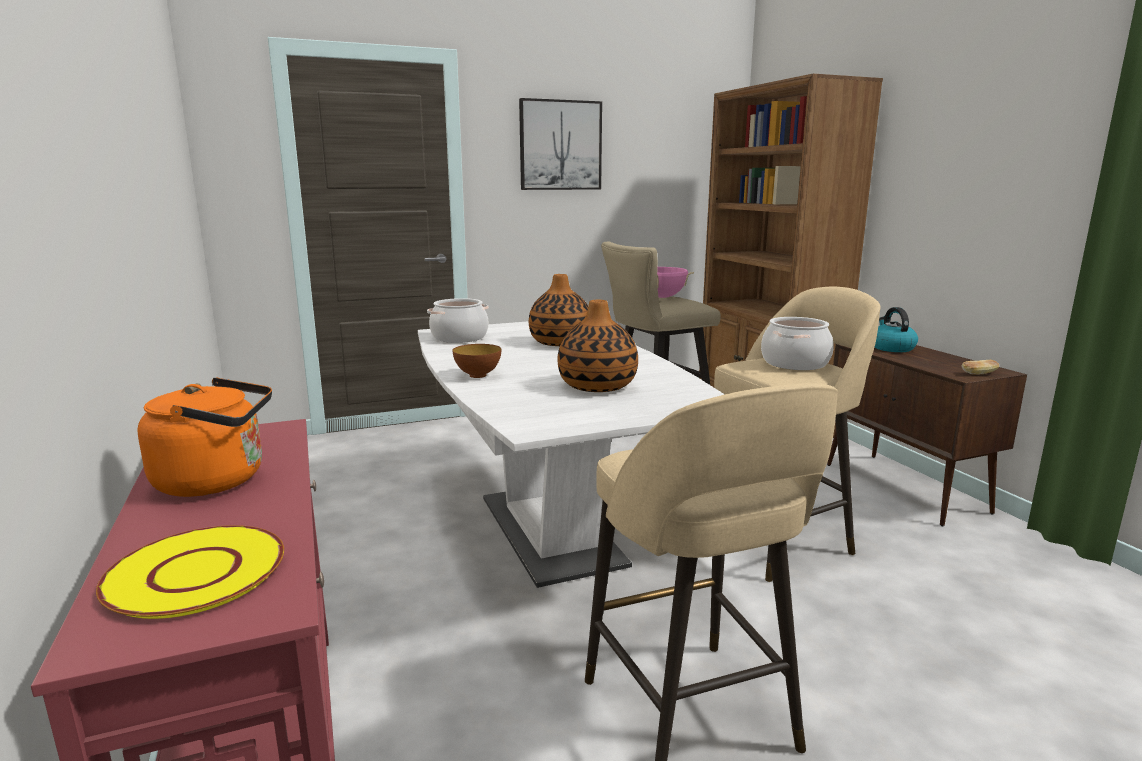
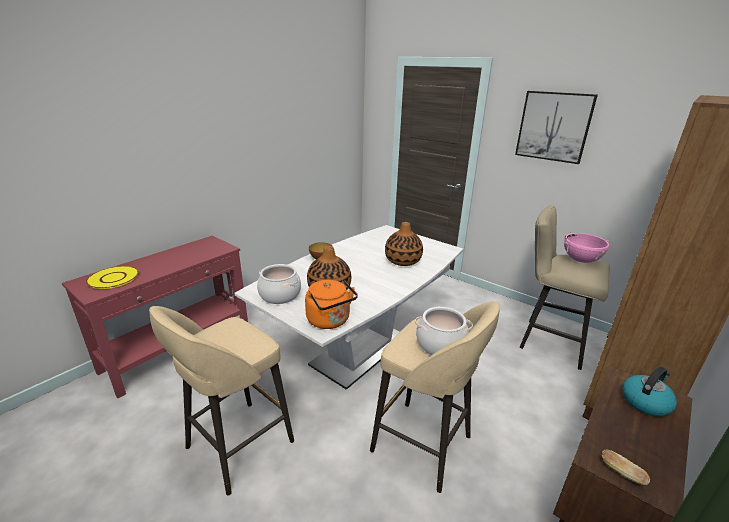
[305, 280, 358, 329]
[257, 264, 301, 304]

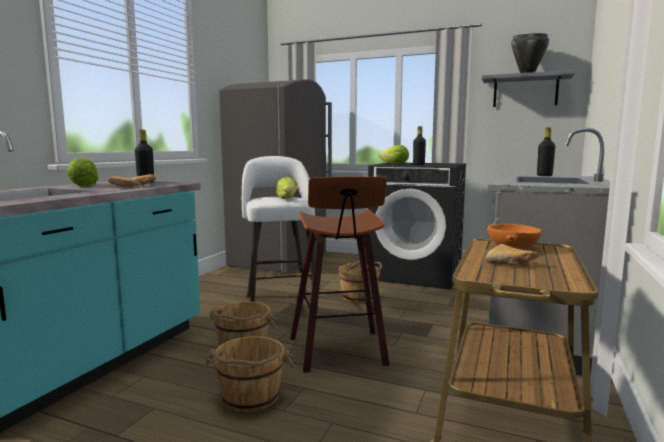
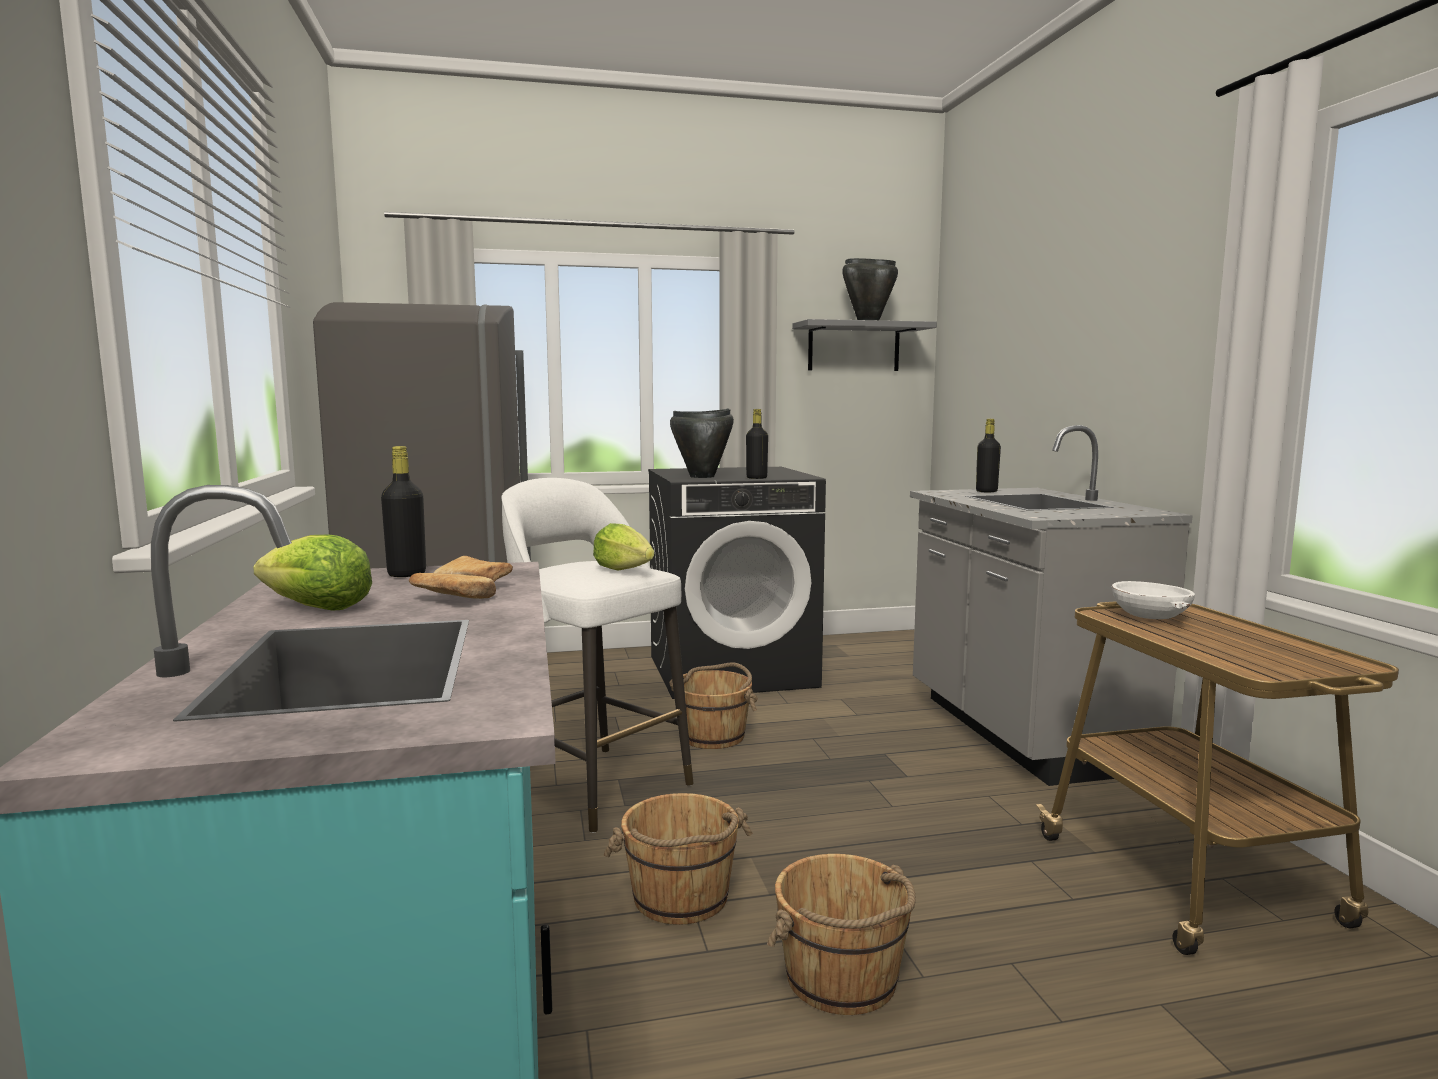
[290, 176, 390, 373] (first image)
[486, 244, 539, 266] (first image)
[670, 409, 734, 478]
[1112, 581, 1195, 619]

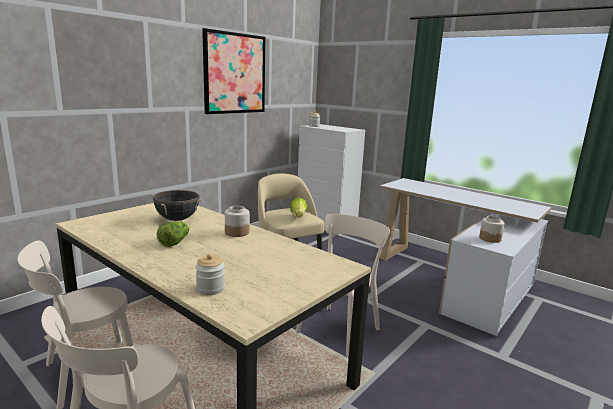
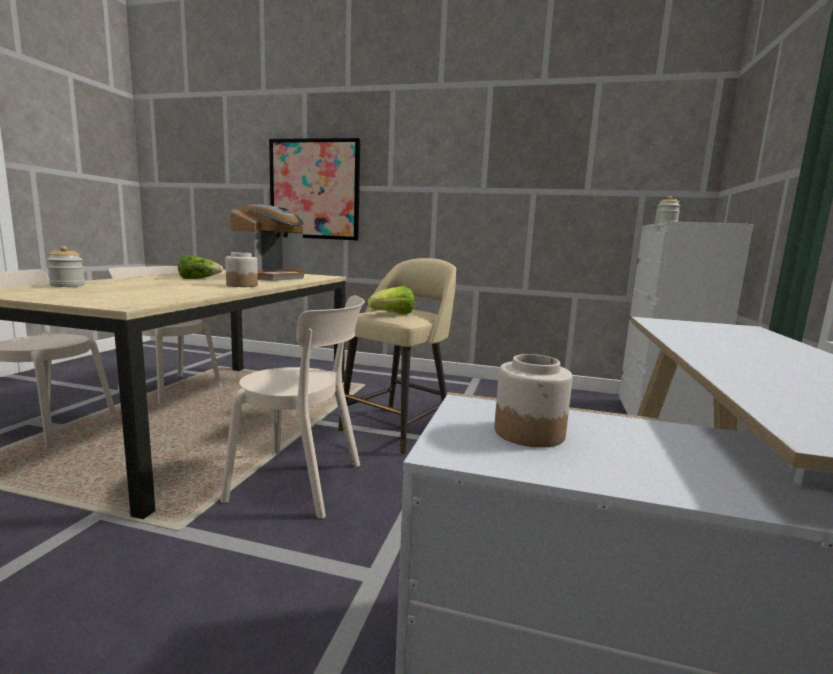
[269, 138, 360, 240]
[230, 204, 304, 281]

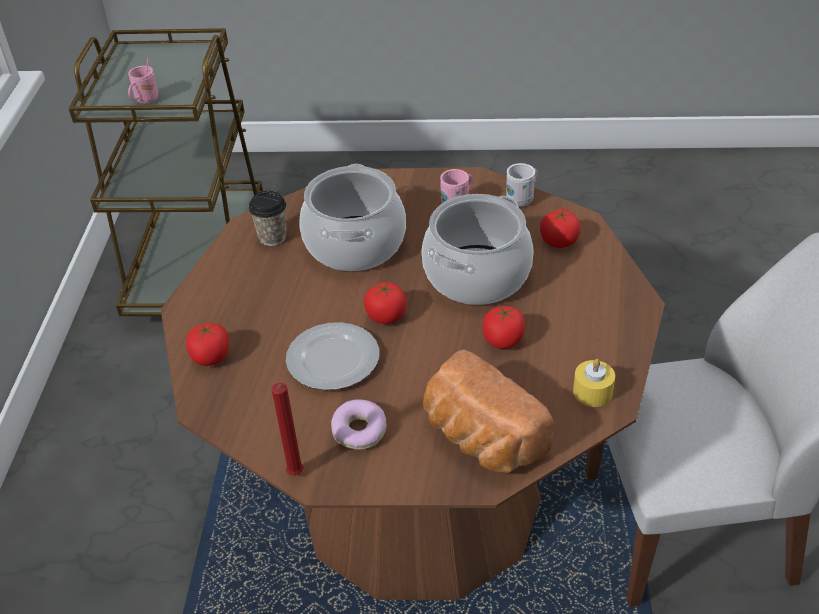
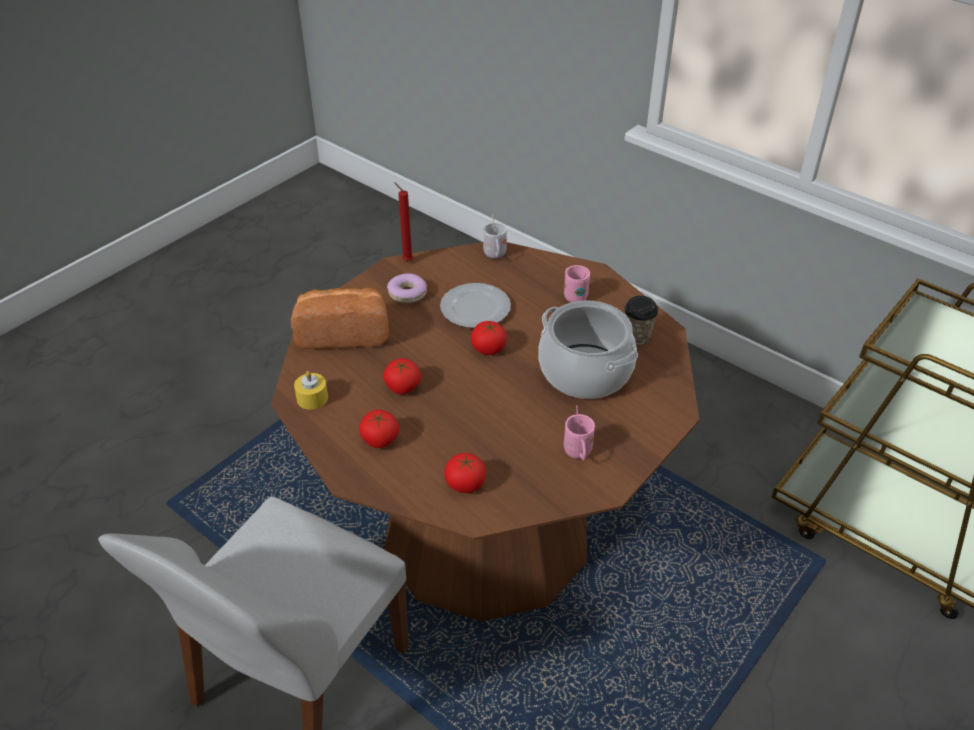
[422, 194, 534, 305] (first image)
[564, 265, 590, 302]
[359, 410, 399, 448]
[483, 214, 507, 258]

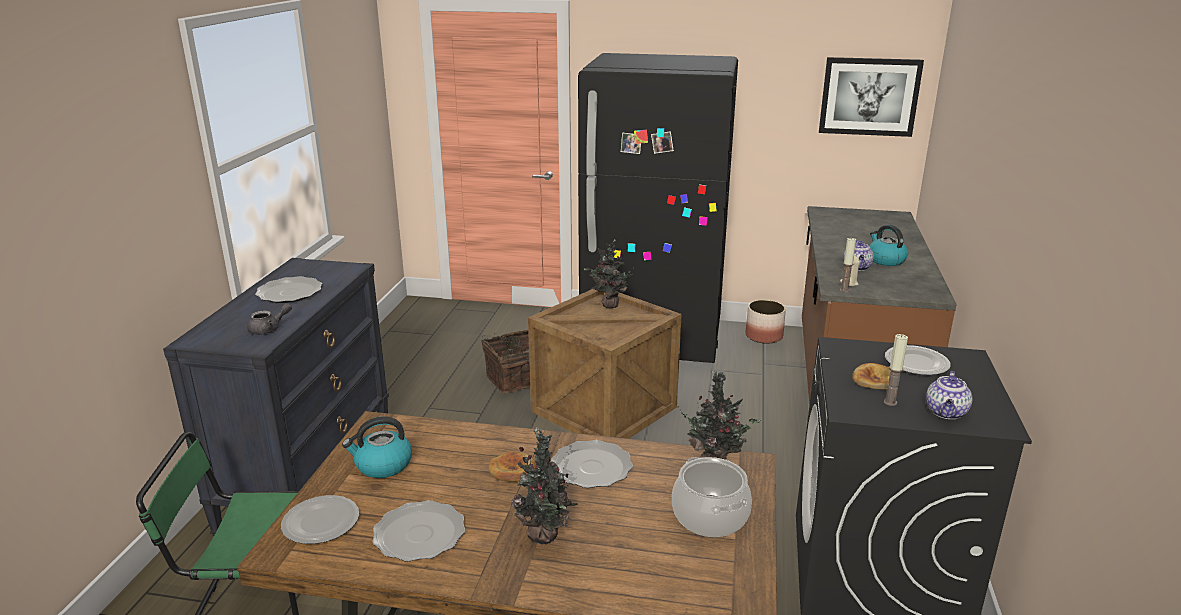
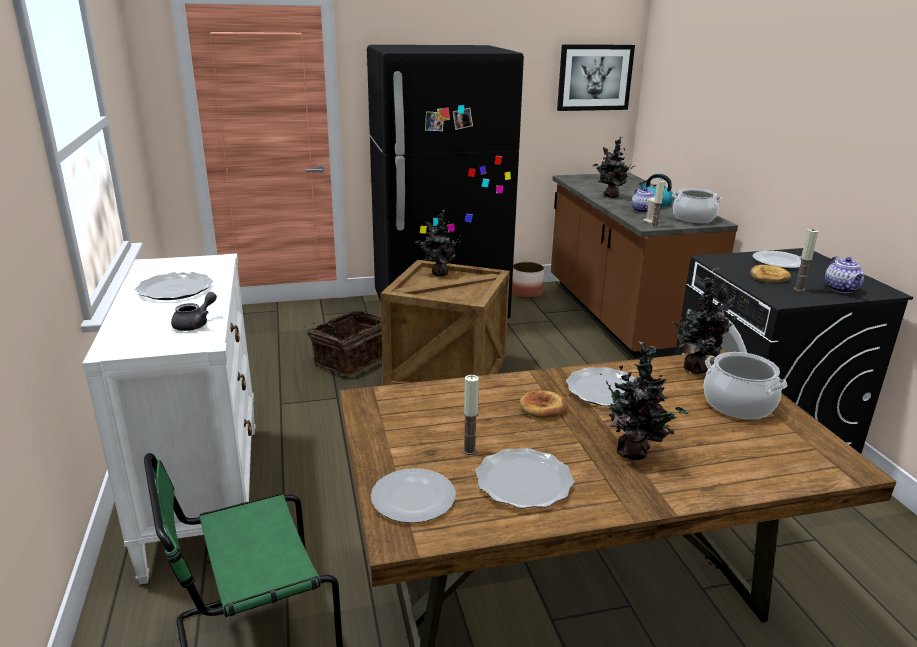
[342, 416, 412, 478] (first image)
[463, 375, 479, 455]
[593, 137, 636, 198]
[672, 189, 722, 223]
[82, 253, 255, 584]

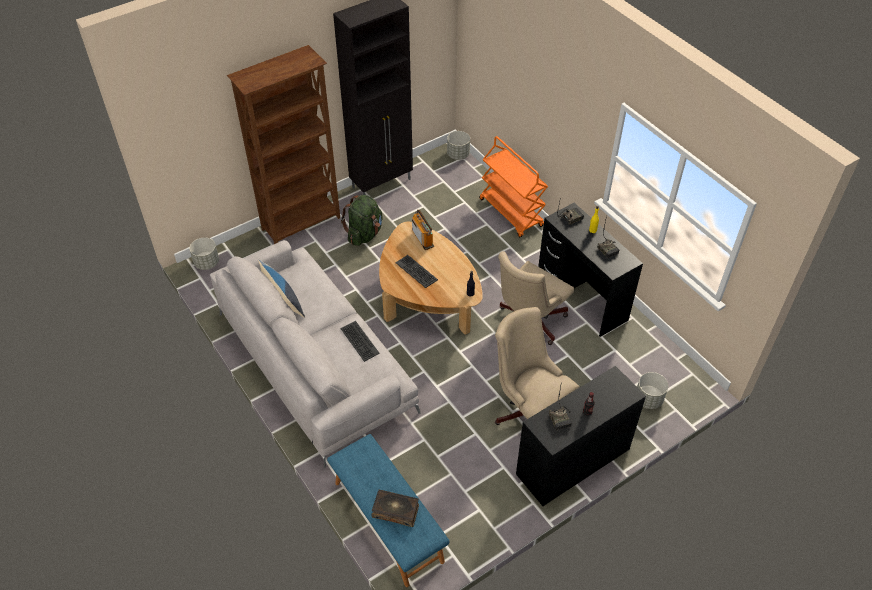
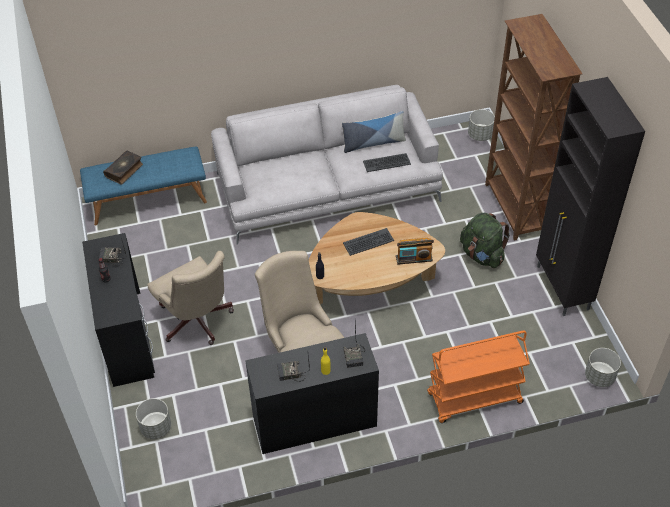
[363, 153, 411, 172]
[147, 251, 234, 345]

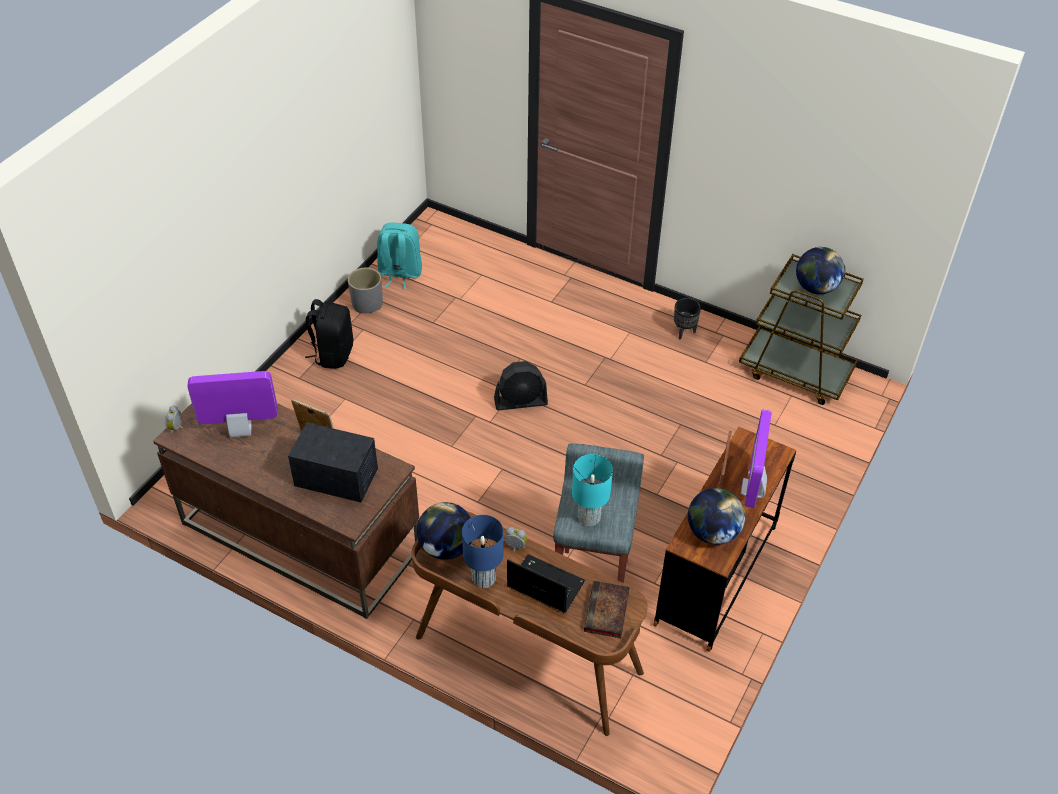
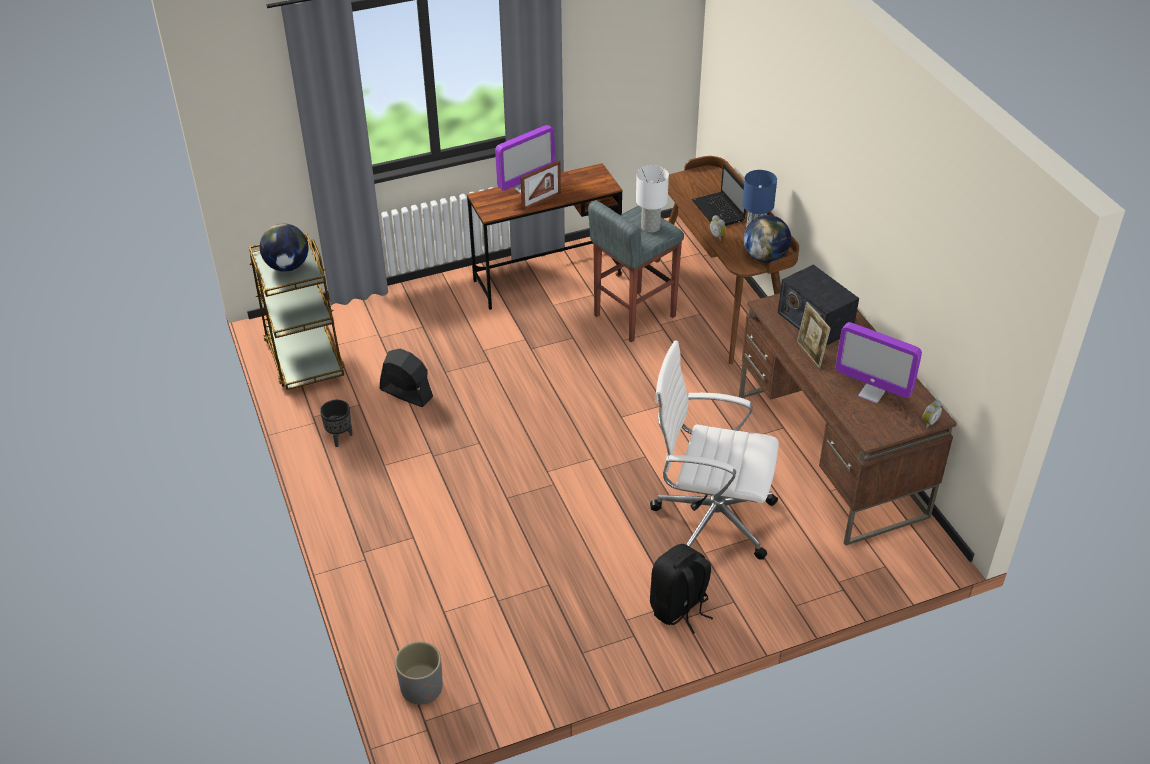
[377, 223, 422, 289] (first image)
[584, 581, 630, 638] (first image)
[688, 488, 745, 545] (first image)
[650, 341, 779, 560]
[395, 641, 443, 705]
[380, 348, 433, 407]
[636, 165, 669, 233]

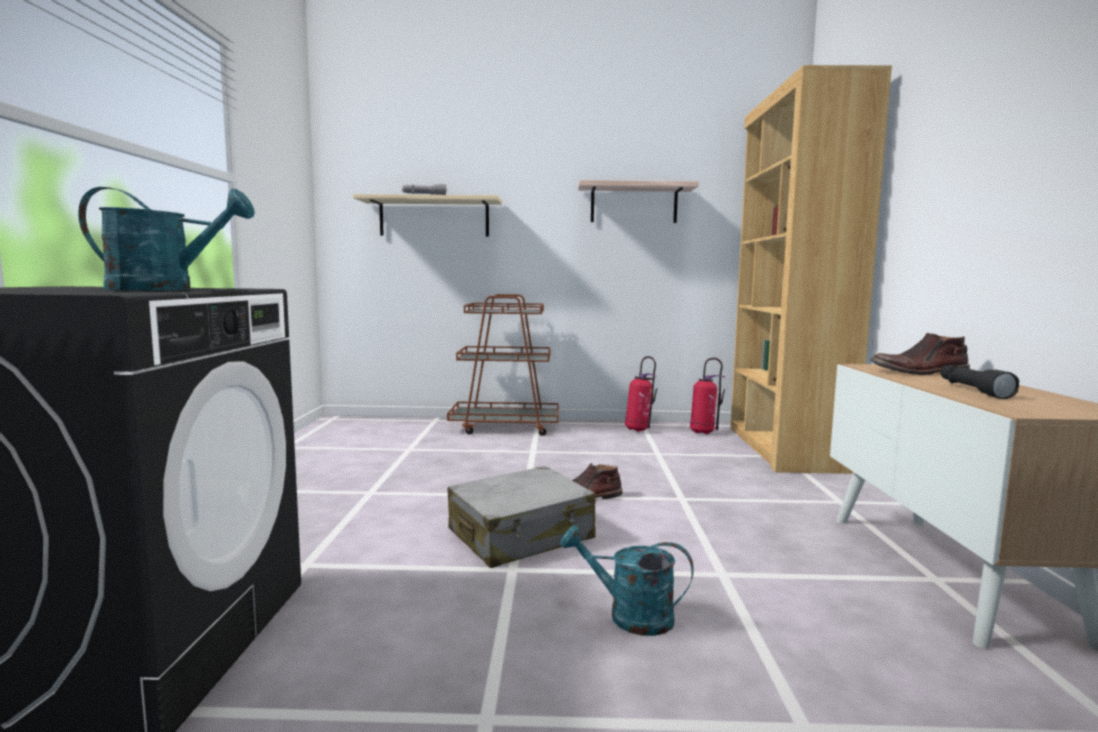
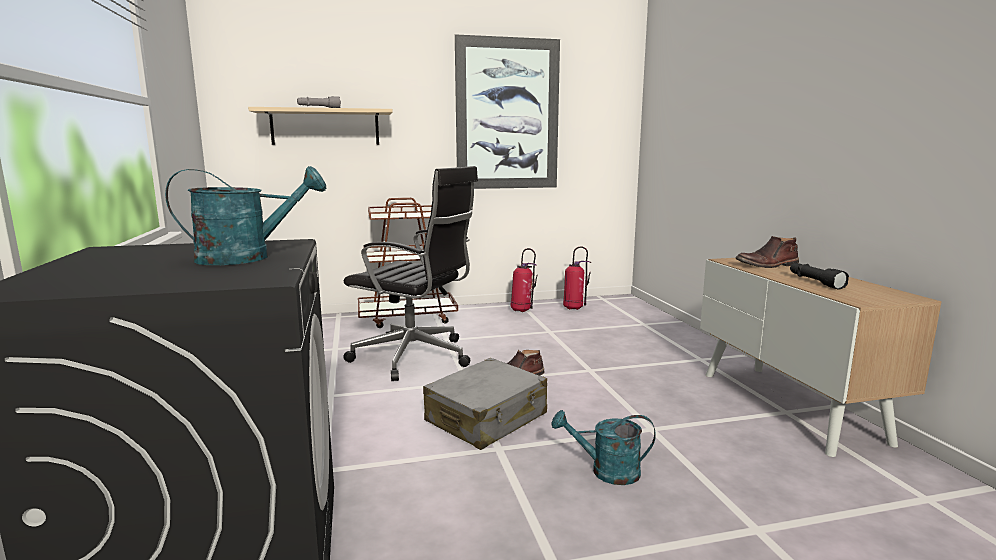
[730, 65, 892, 474] (first image)
[343, 166, 478, 381]
[455, 34, 560, 189]

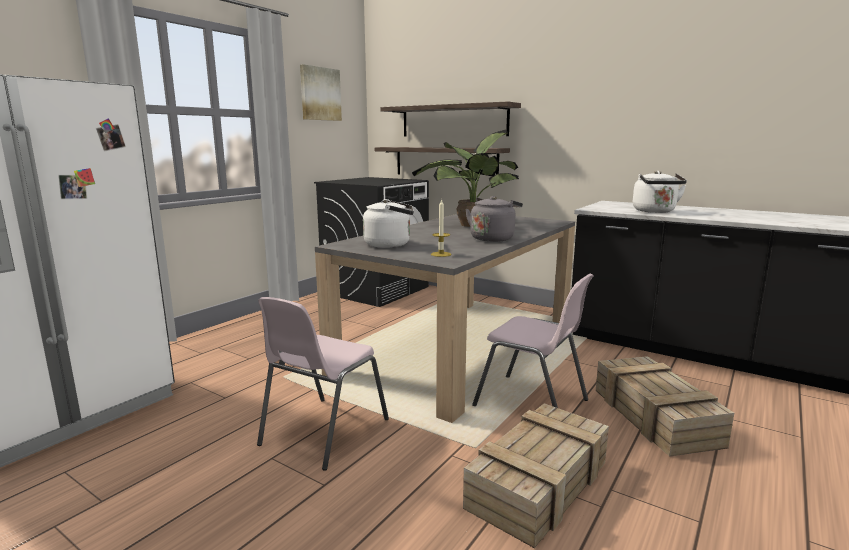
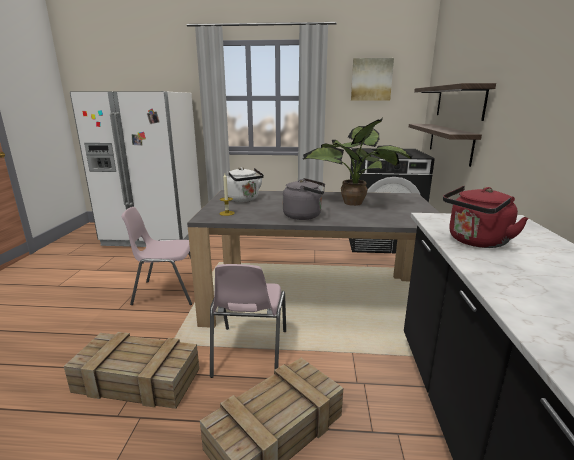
[443, 186, 529, 248]

